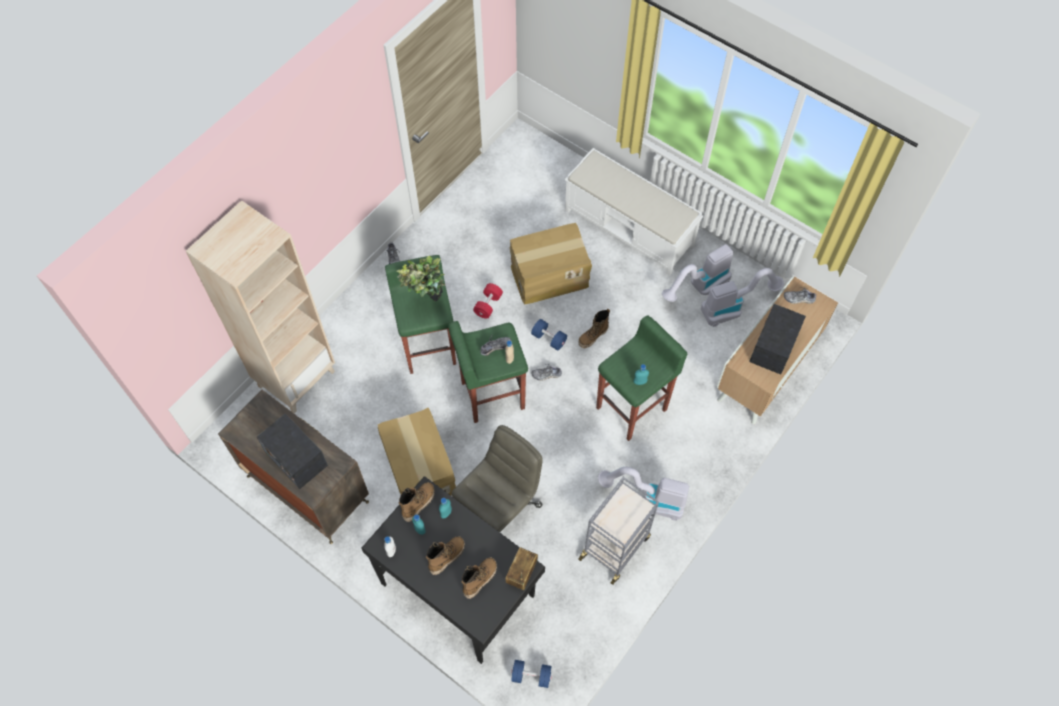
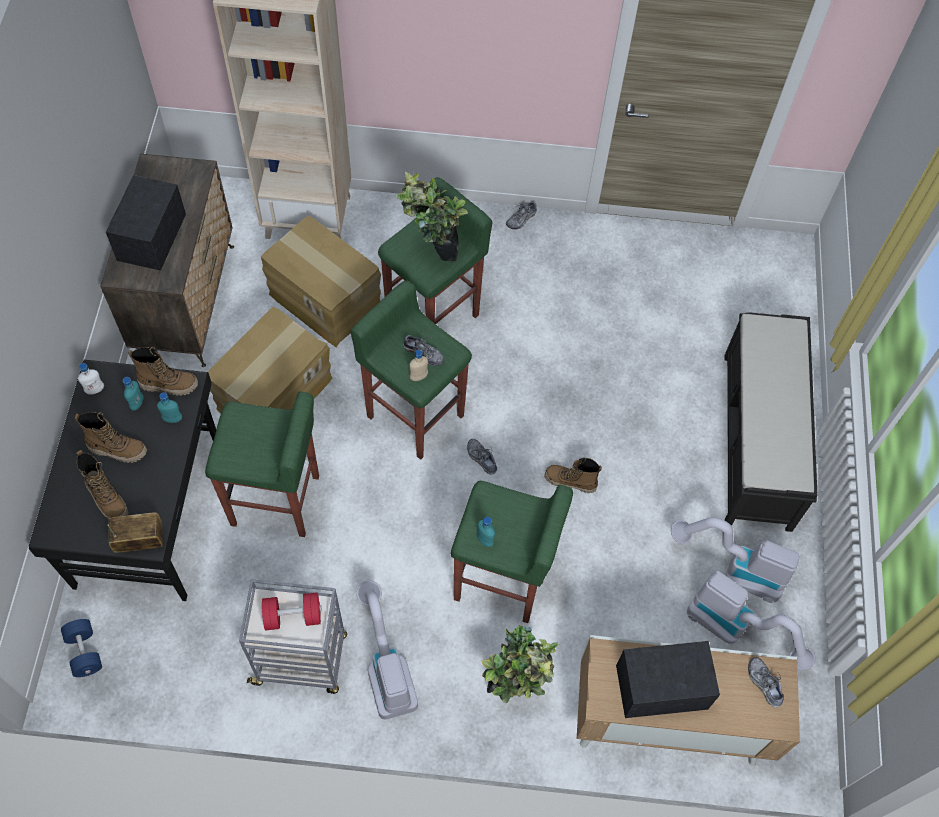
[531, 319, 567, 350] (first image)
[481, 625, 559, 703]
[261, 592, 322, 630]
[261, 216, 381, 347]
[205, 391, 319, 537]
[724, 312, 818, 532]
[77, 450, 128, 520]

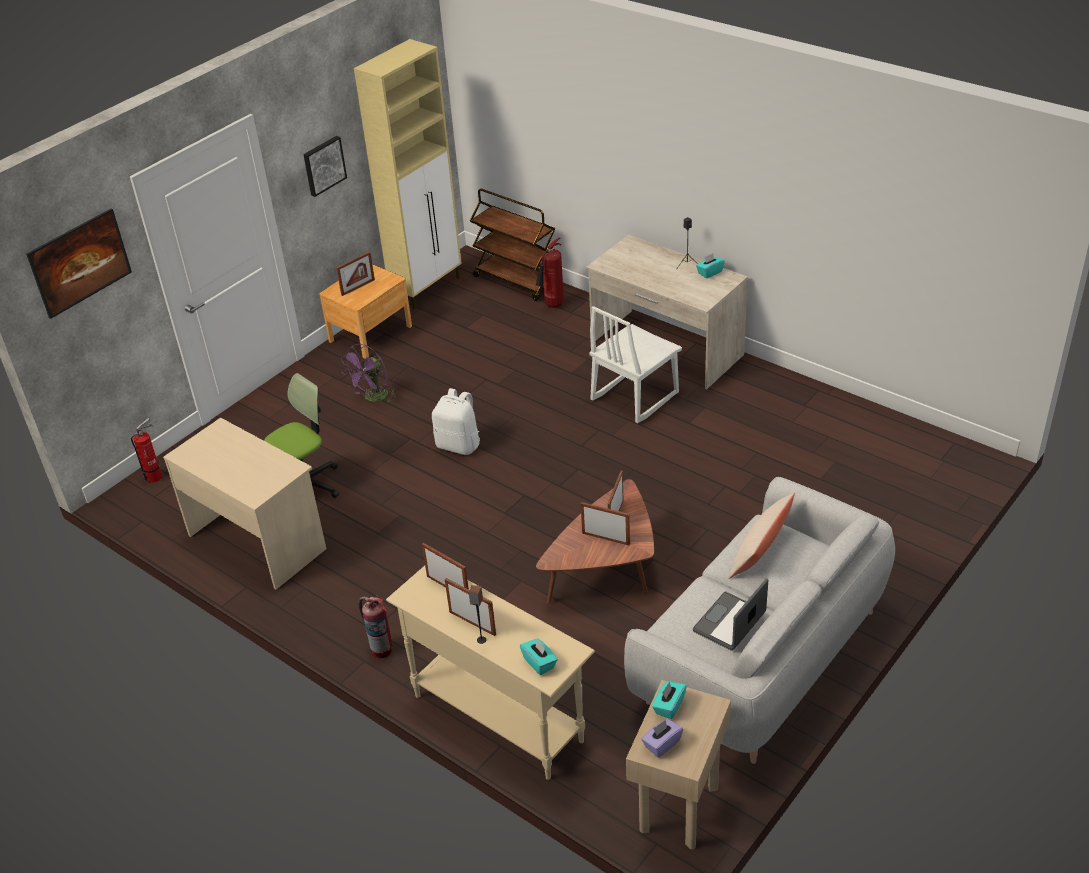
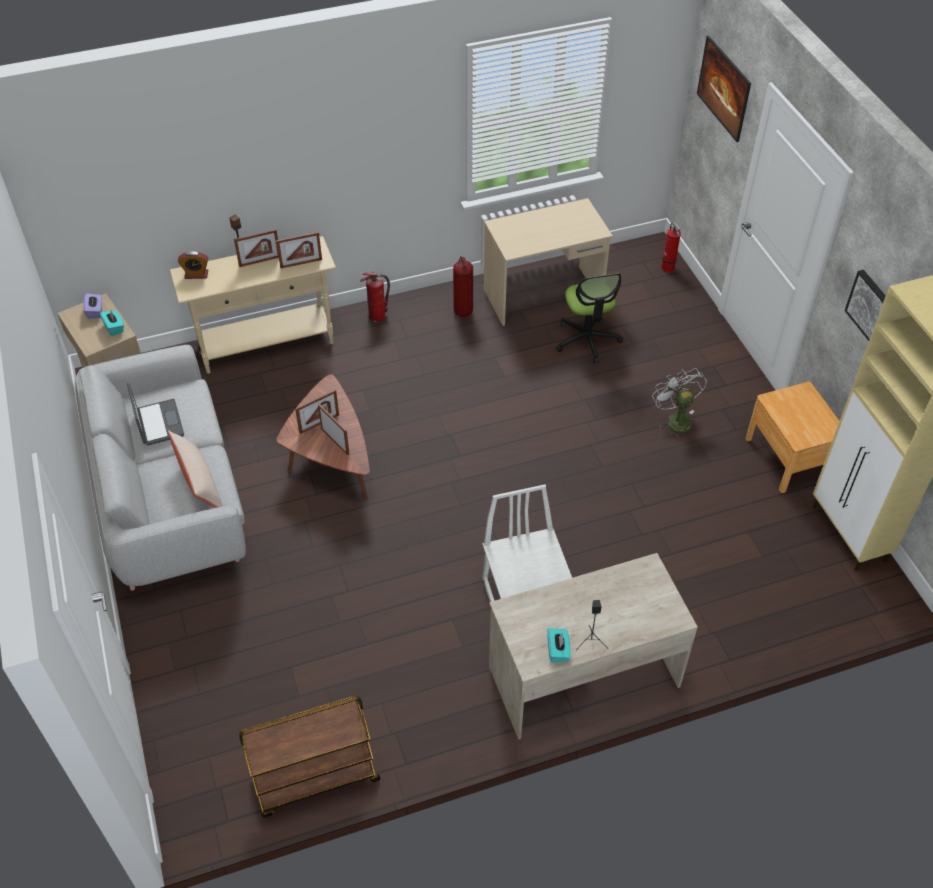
[336, 252, 375, 296] (first image)
[432, 388, 480, 455] (first image)
[239, 695, 380, 818]
[453, 256, 473, 317]
[178, 251, 208, 279]
[652, 369, 707, 439]

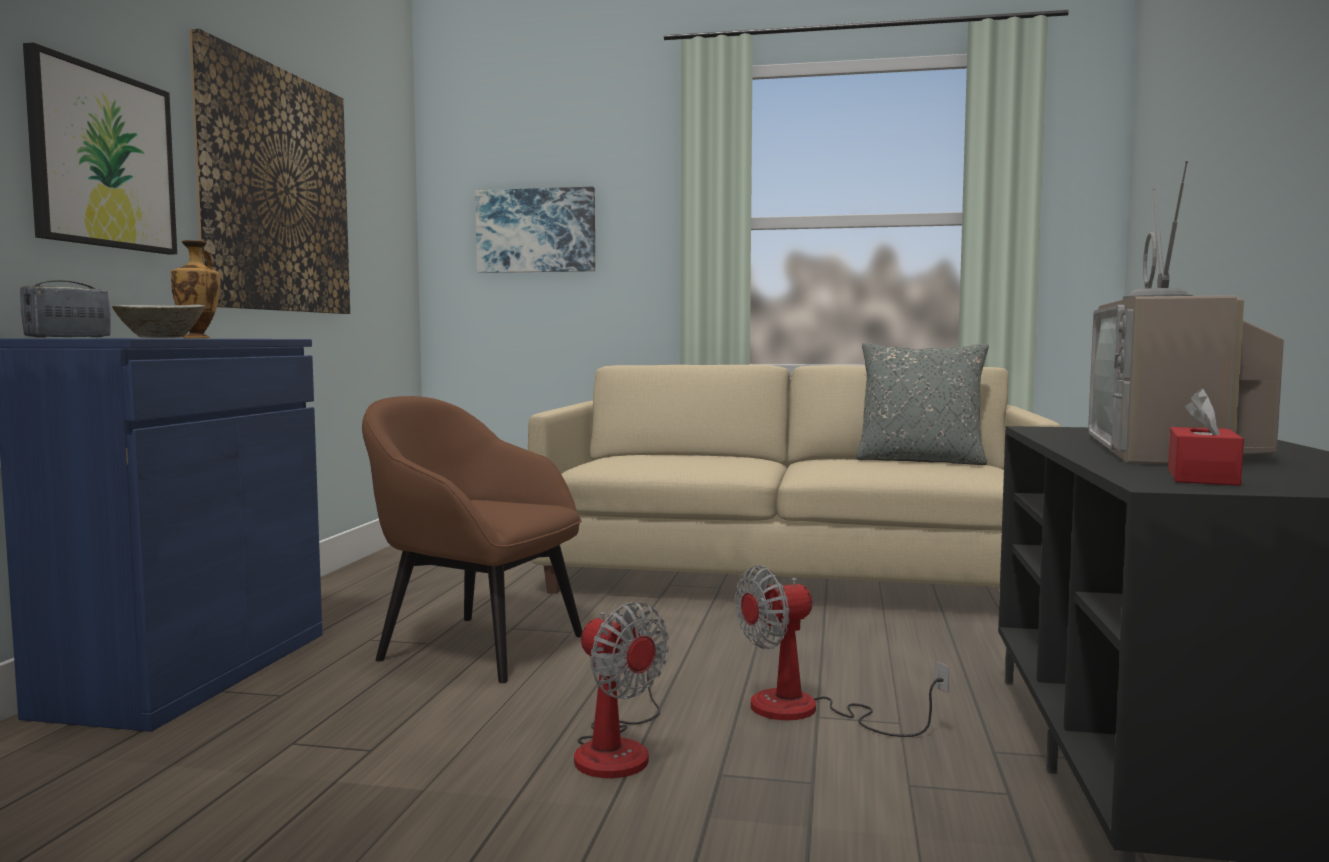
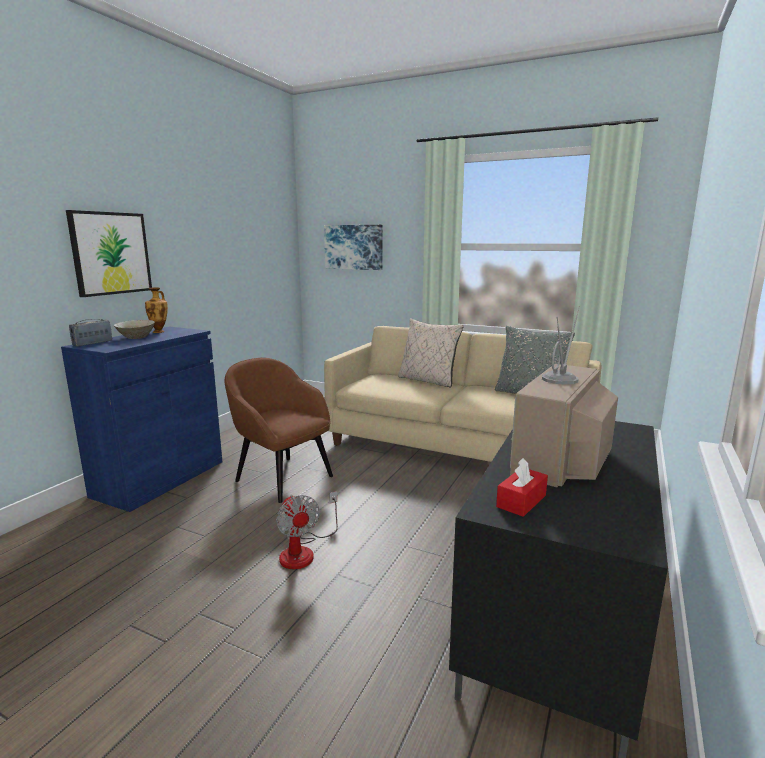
[189, 28, 350, 314] (first image)
[735, 565, 949, 737] (first image)
[398, 318, 464, 388]

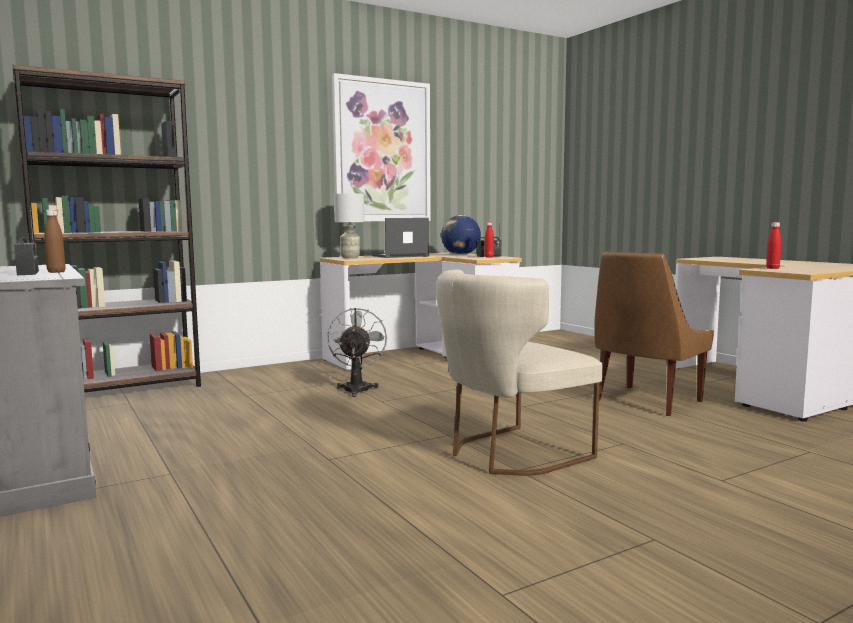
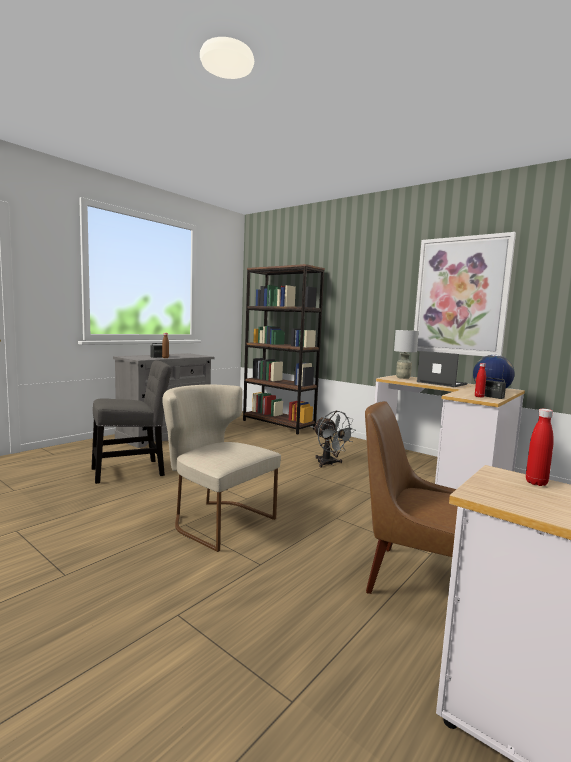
[92, 360, 172, 484]
[313, 411, 356, 467]

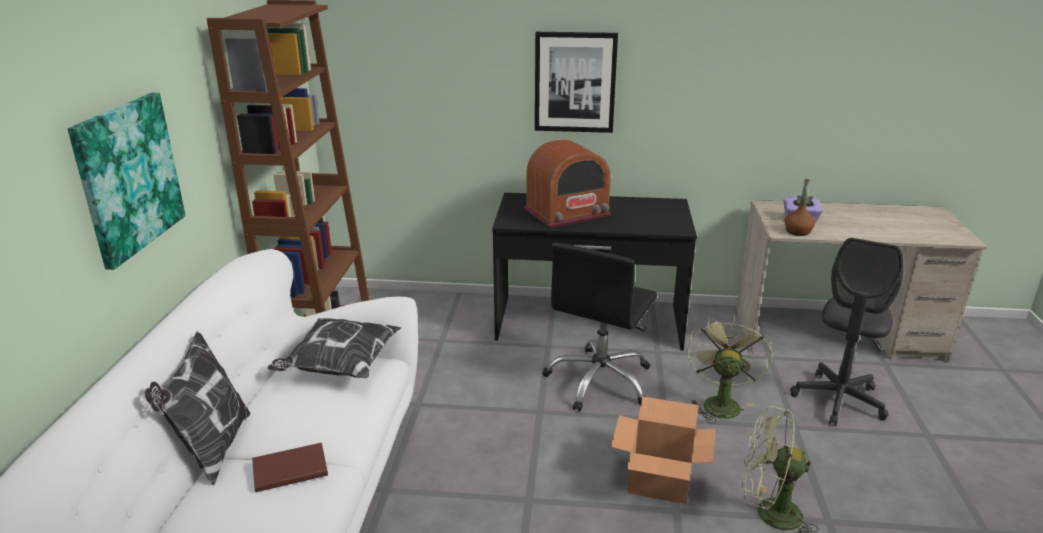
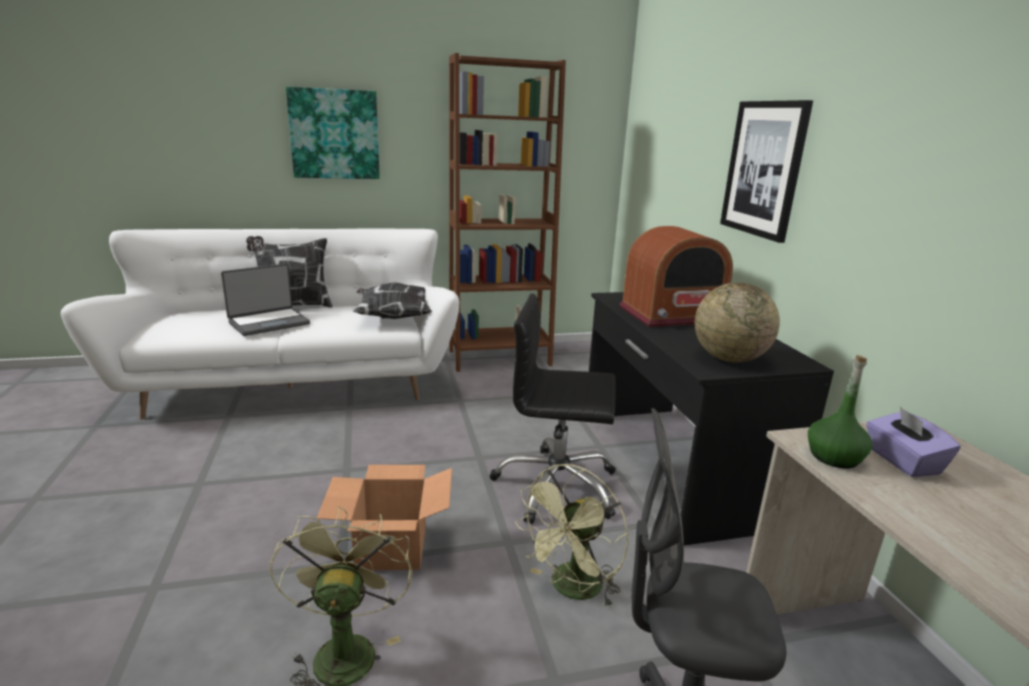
[695, 282, 780, 363]
[221, 264, 310, 336]
[808, 355, 873, 469]
[619, 226, 733, 327]
[515, 464, 628, 608]

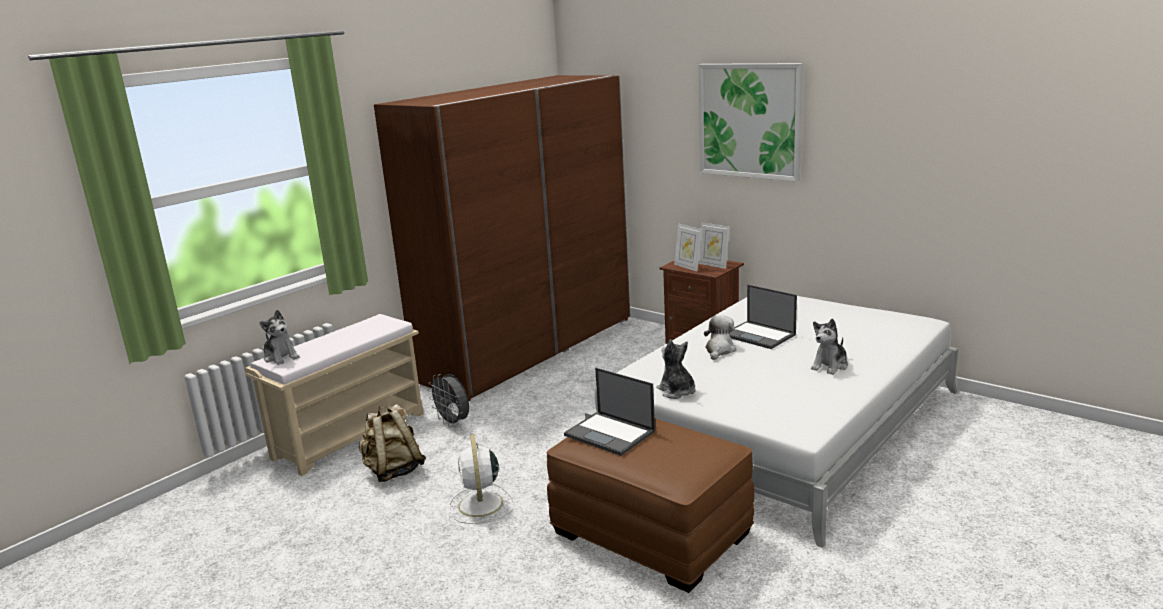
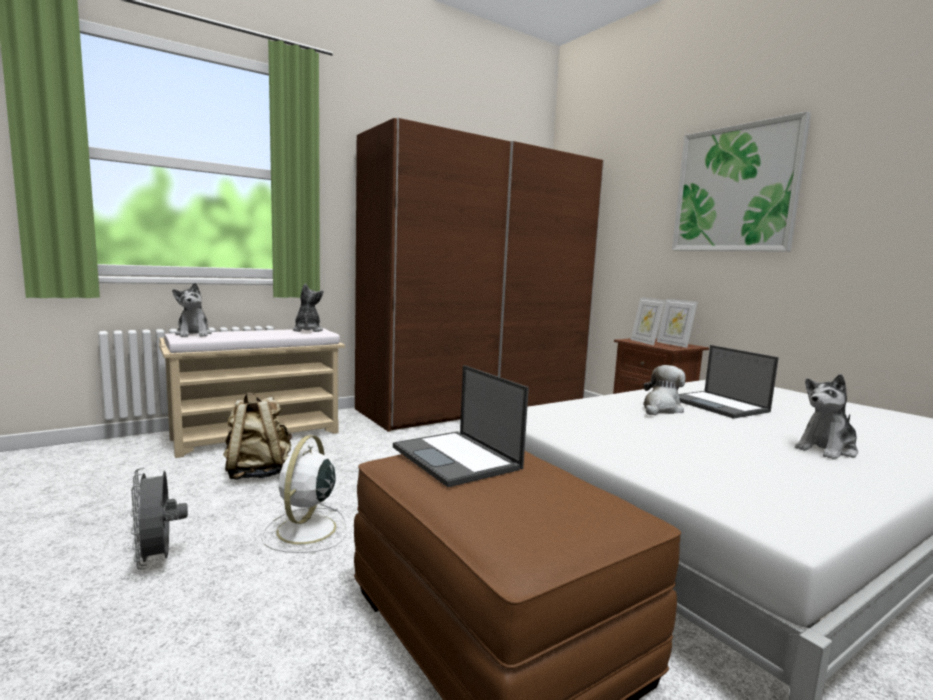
[130, 468, 188, 570]
[293, 284, 323, 332]

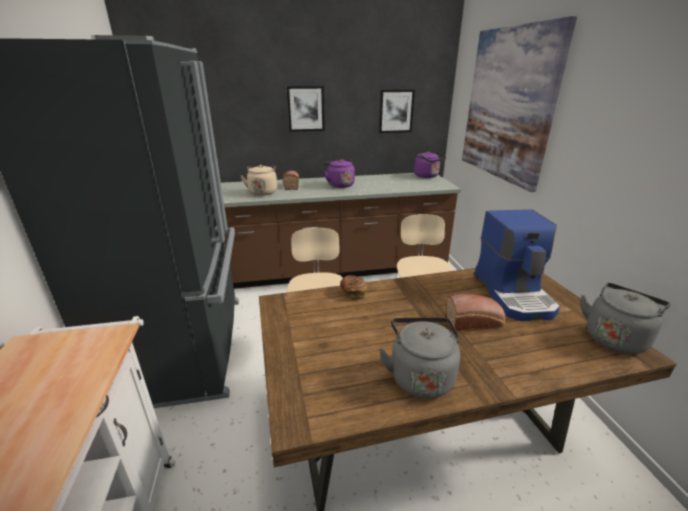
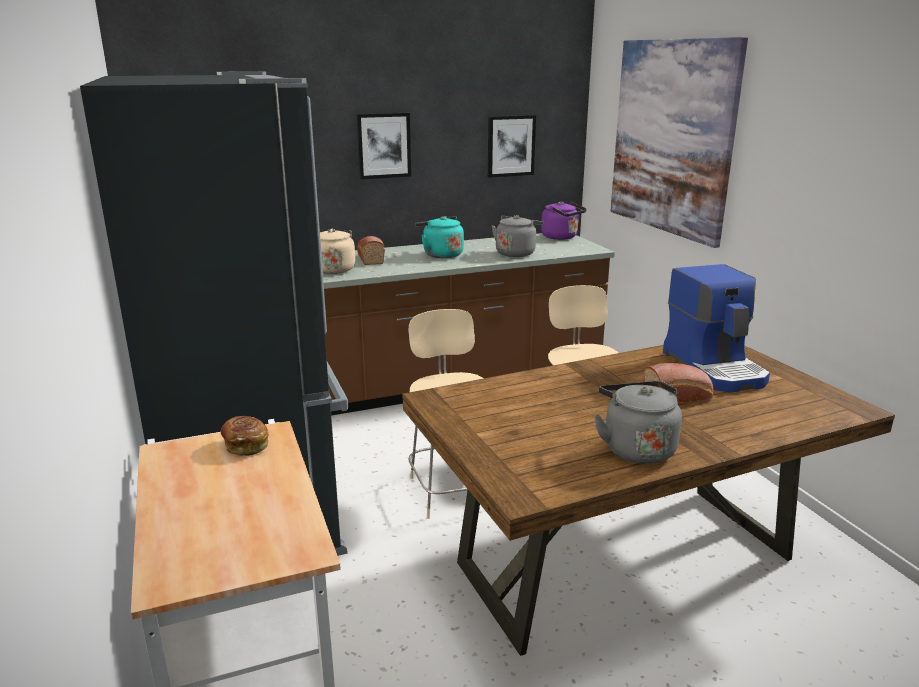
[221, 416, 269, 456]
[492, 215, 543, 257]
[416, 216, 464, 258]

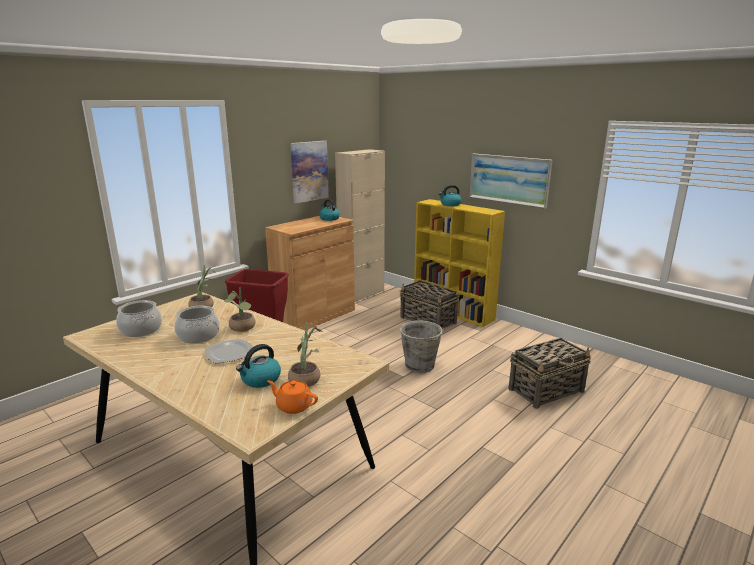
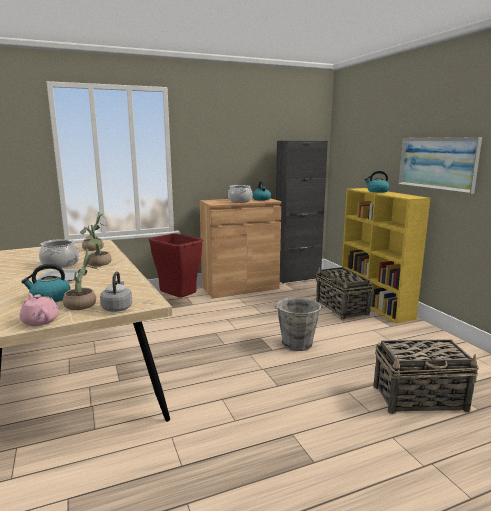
[290, 141, 329, 203] (first image)
[100, 271, 132, 312]
[228, 185, 253, 202]
[20, 293, 59, 326]
[276, 141, 328, 284]

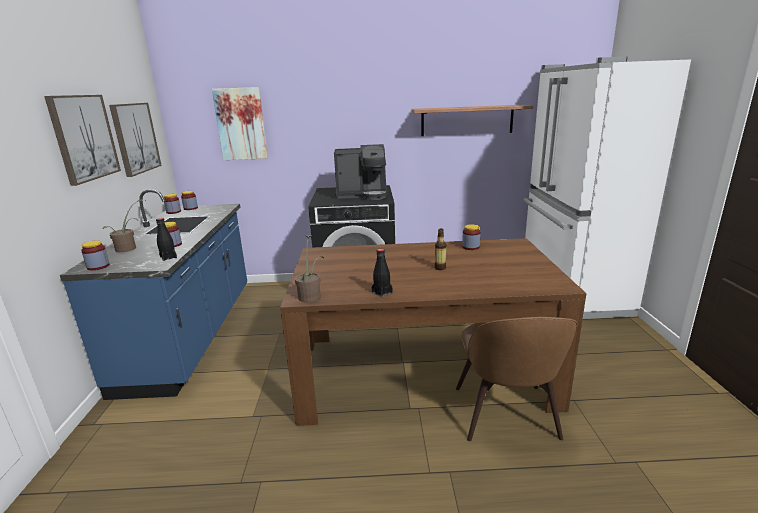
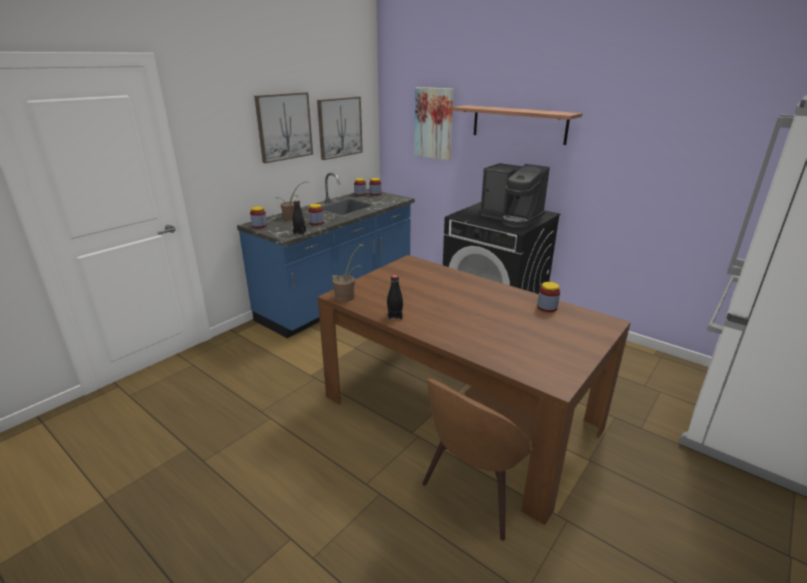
[435, 229, 446, 270] (first image)
[452, 105, 582, 145]

